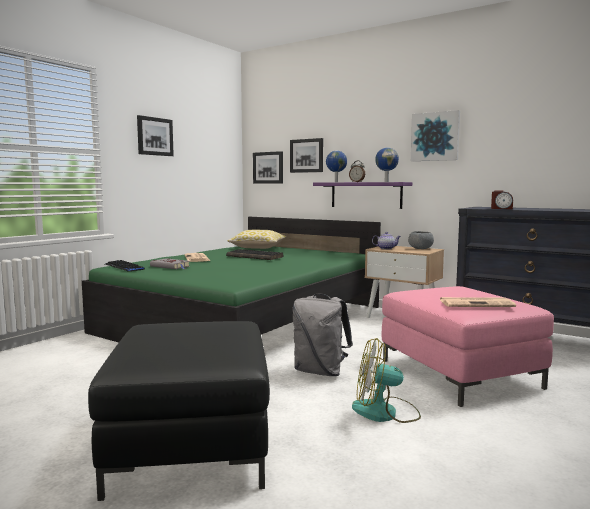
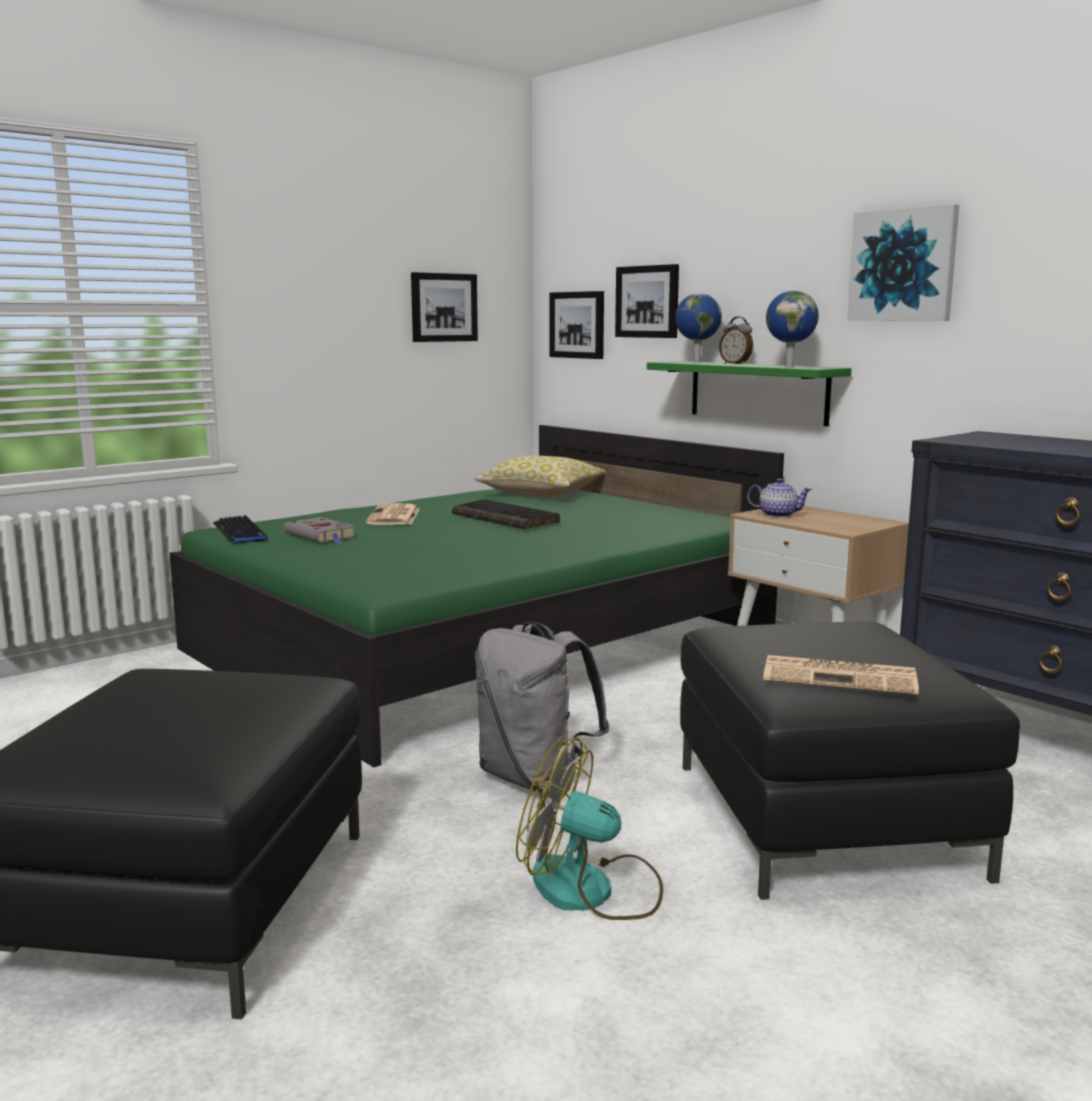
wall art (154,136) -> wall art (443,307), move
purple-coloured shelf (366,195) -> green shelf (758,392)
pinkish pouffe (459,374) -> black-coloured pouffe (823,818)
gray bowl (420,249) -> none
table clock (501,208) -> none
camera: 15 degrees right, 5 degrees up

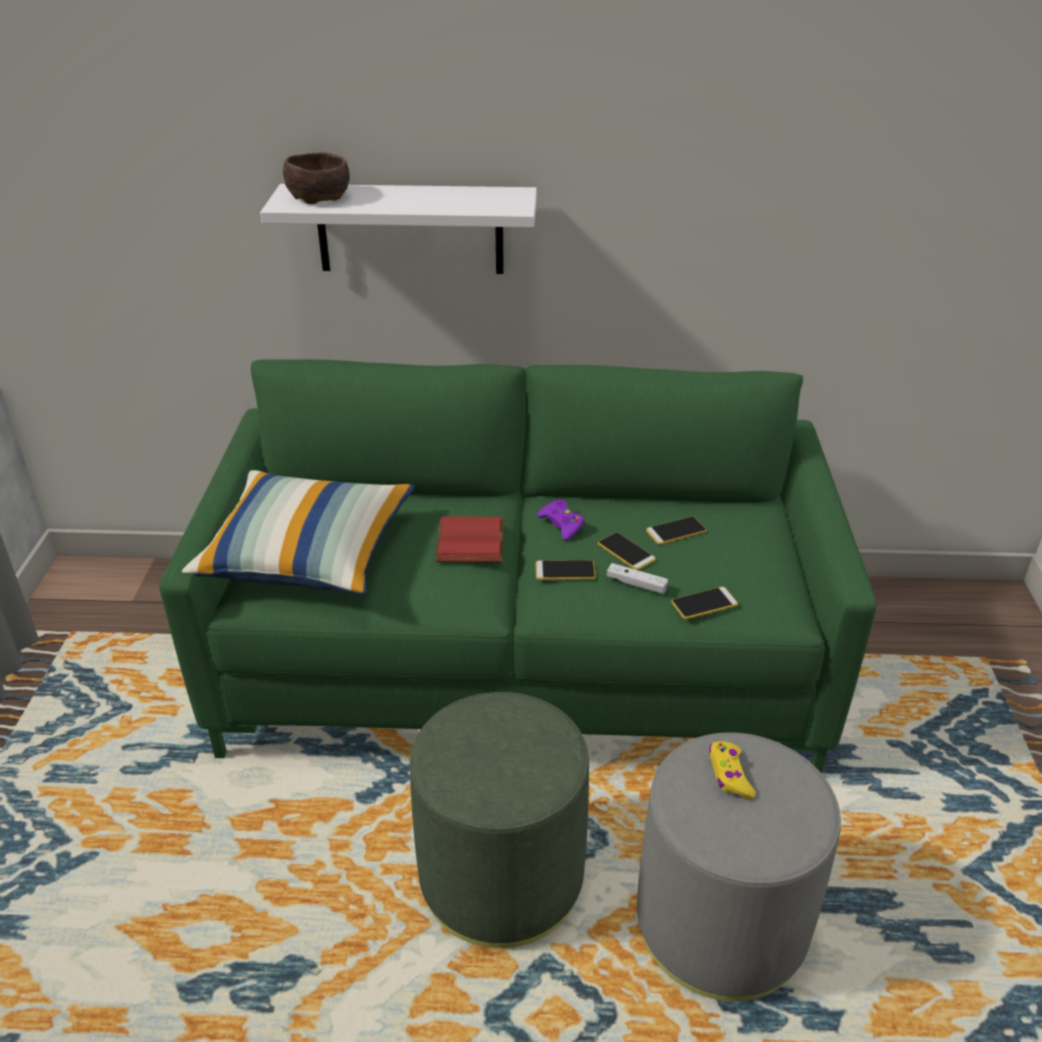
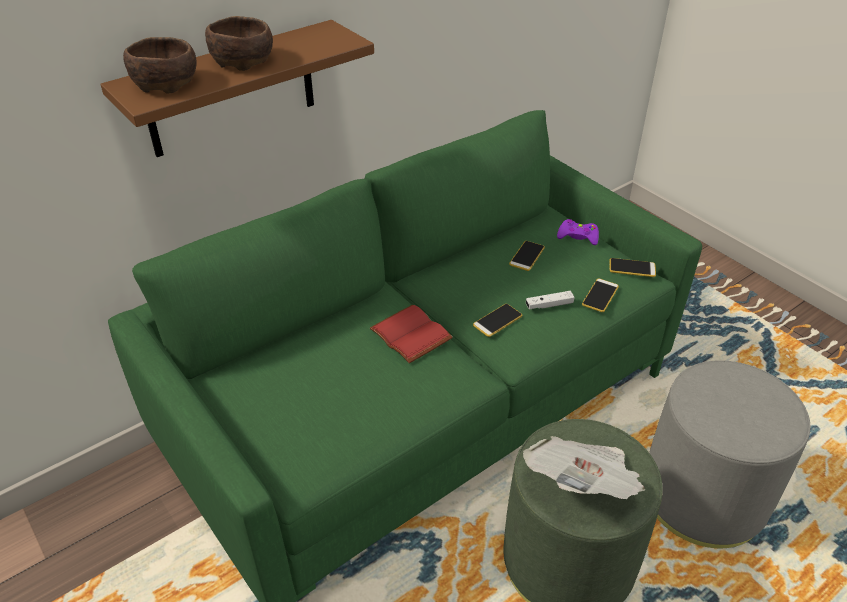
pillow (308,554) -> none
white shelf (410,229) -> brown-coloured shelf (231,90)
purple-coloured gamepad (561,524) -> purple-coloured gamepad (578,236), move
handset (626,552) -> handset (632,268), move
yellow-coloured gamepad (729,775) -> none
none -> brown-coloured bowl (243,60)
none -> daily paper (582,484)
camera: 40 degrees left, 5 degrees up

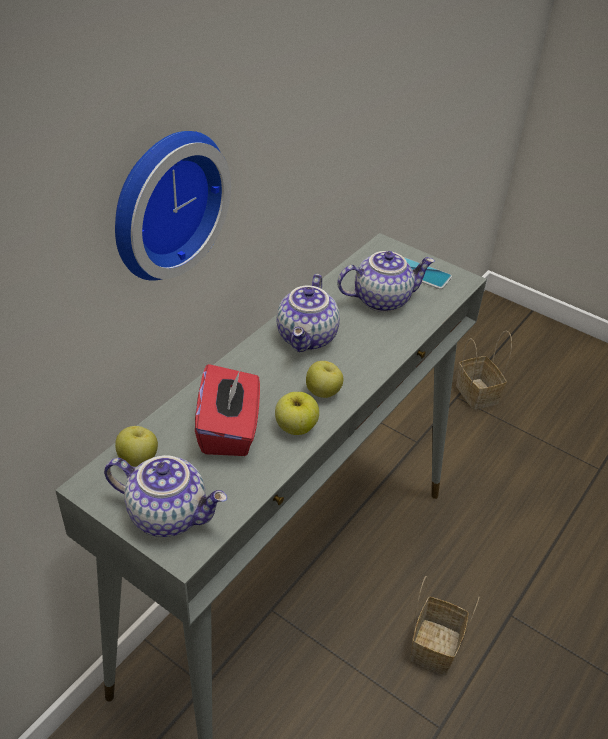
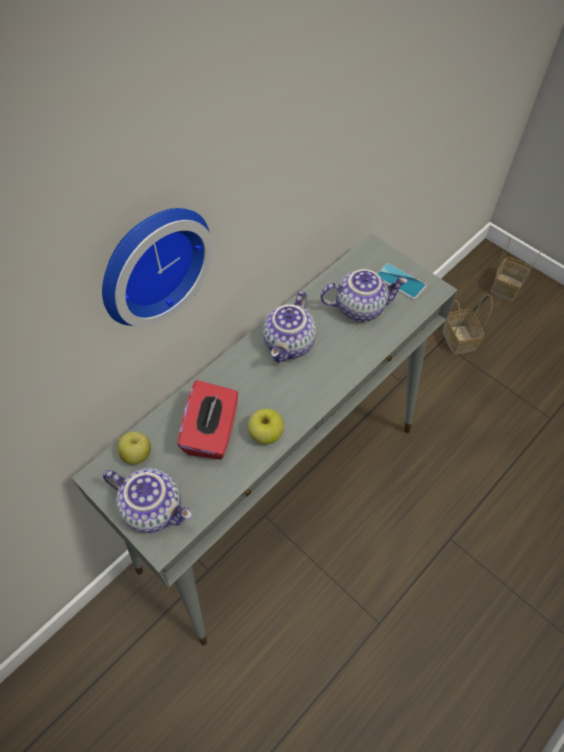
apple (323,392) -> none
storage basket (434,644) -> storage basket (505,286), move
camera: 10 degrees right, 15 degrees up

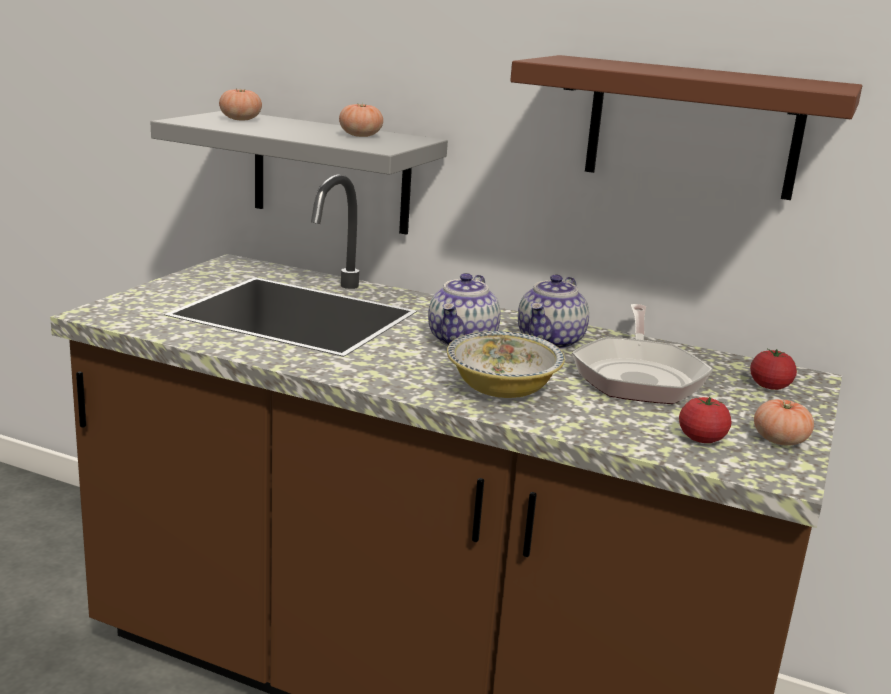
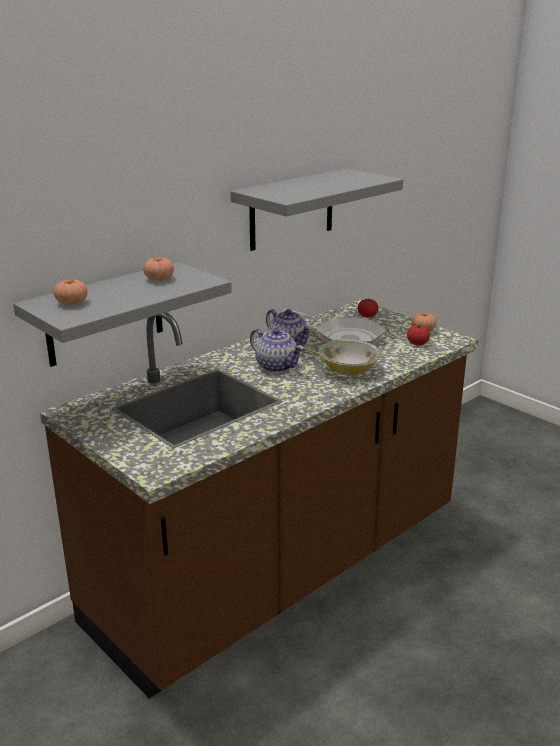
brown-coloured shelf (693,128) -> gray shelf (292,209)
camera: 65 degrees left, 5 degrees up

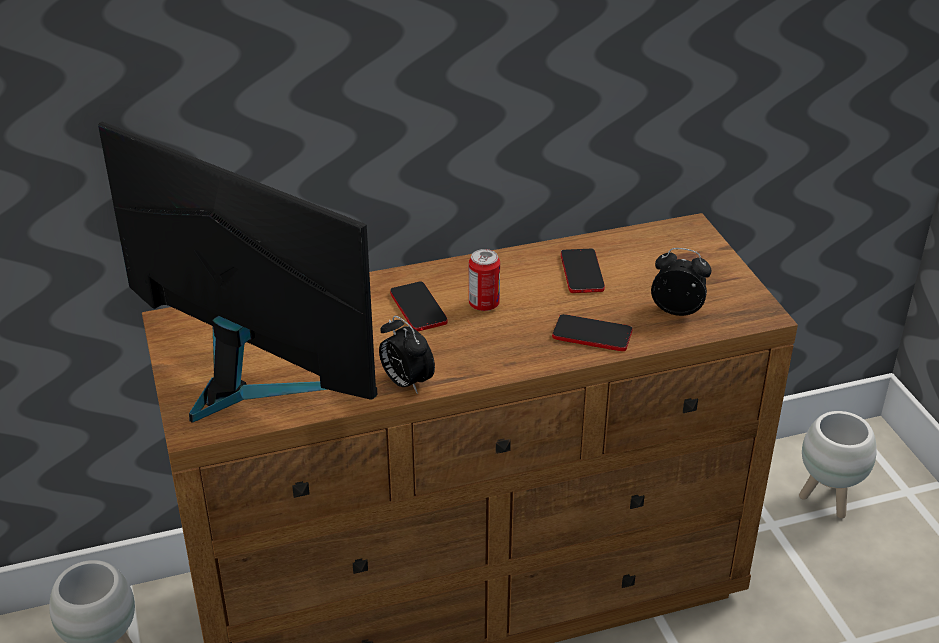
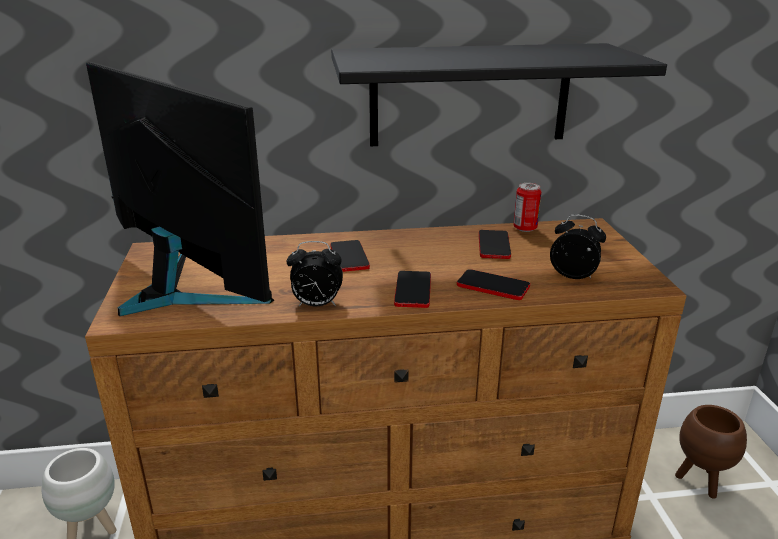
table clock (406,382) -> table clock (316,305), 60 degrees counterclockwise
sealed can (484,304) -> sealed can (525,228), move
white planter (828,500) -> brown-coloured planter (700,482)
none -> black-coloured shelf (470,95)
none -> handset (413,290)
camera: 10 degrees right, 10 degrees down

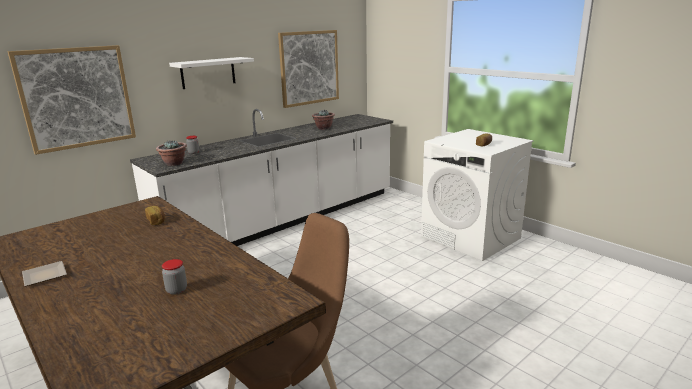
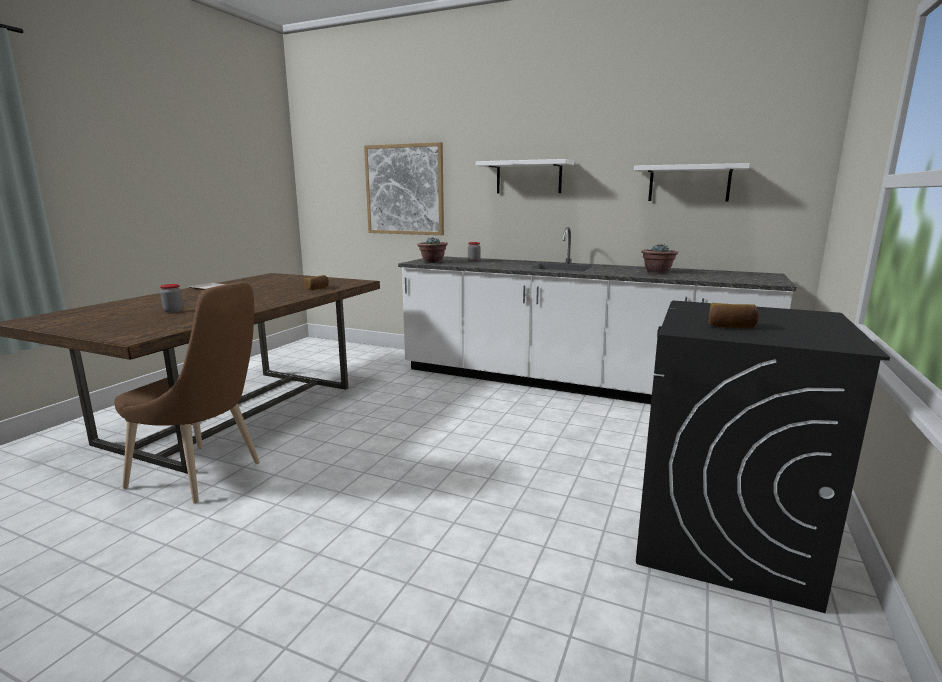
wall art (309,68) -> white shelf (689,183)
white laundry machine (471,237) -> black-coloured laundry machine (723,536)
camera: 65 degrees right, 5 degrees down

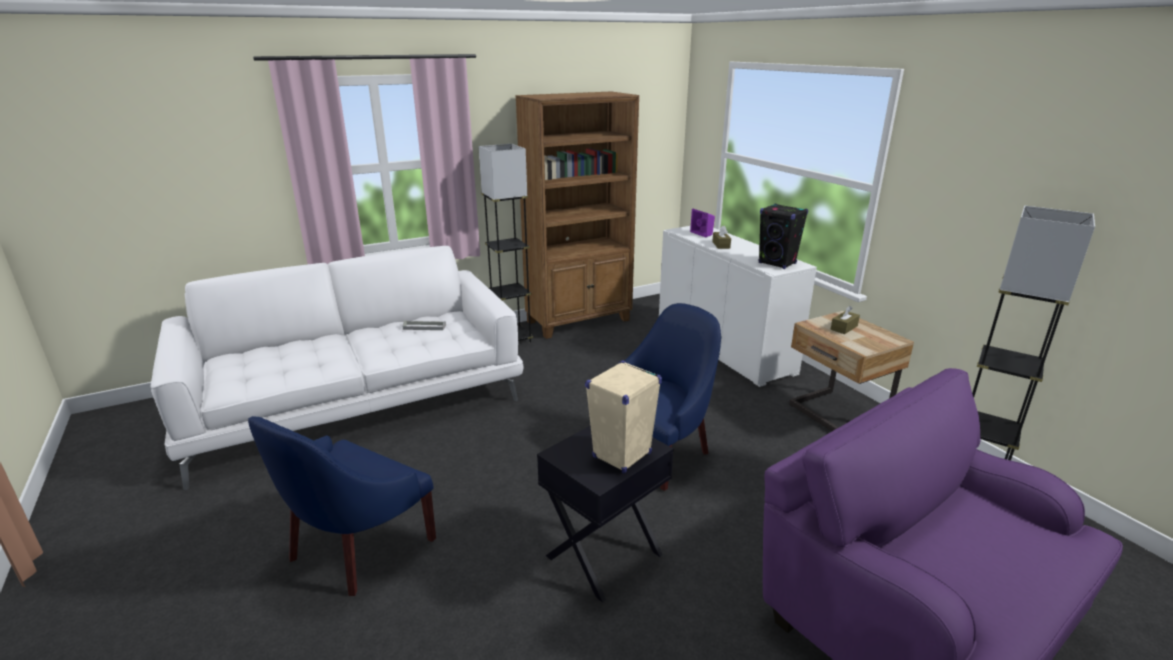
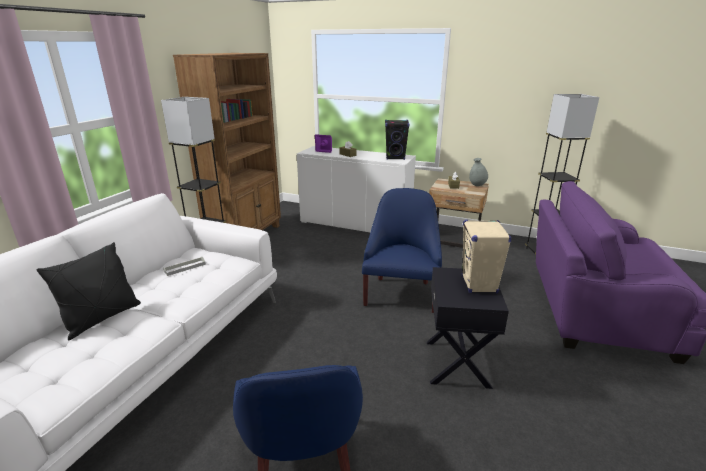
none -> black-coloured pillow (102,318)
none -> gray vase (477,185)
camera: 40 degrees left, 0 degrees up

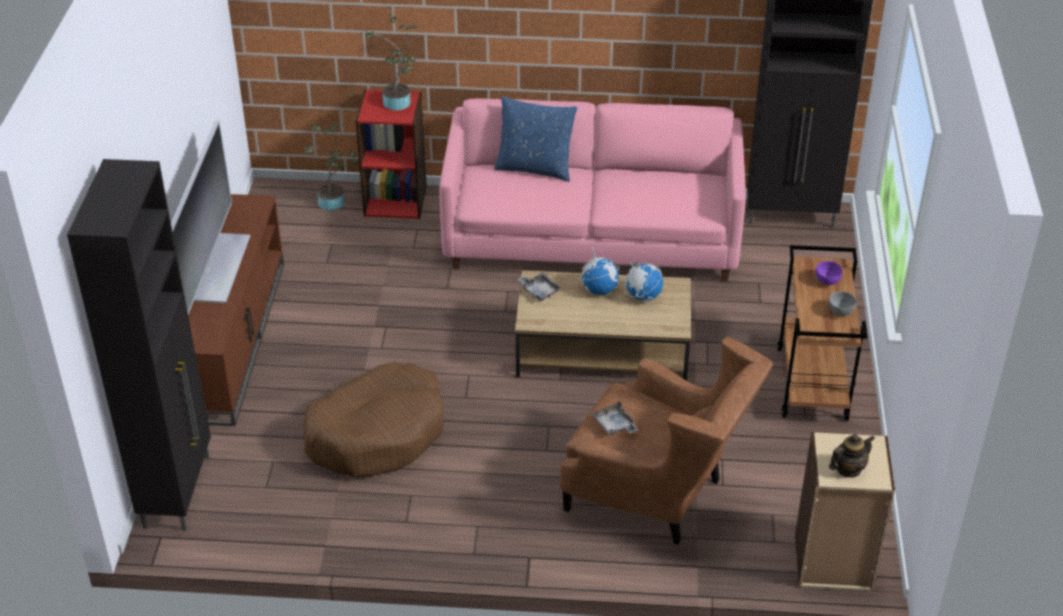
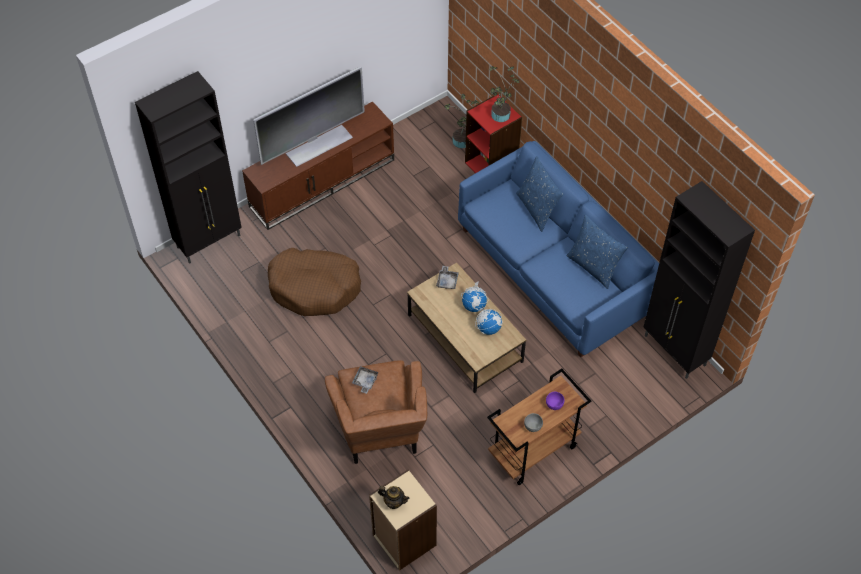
pinkish couch (592,235) -> blue couch (555,270)
none -> blue pillow (593,267)
camera: 50 degrees right, 15 degrees up

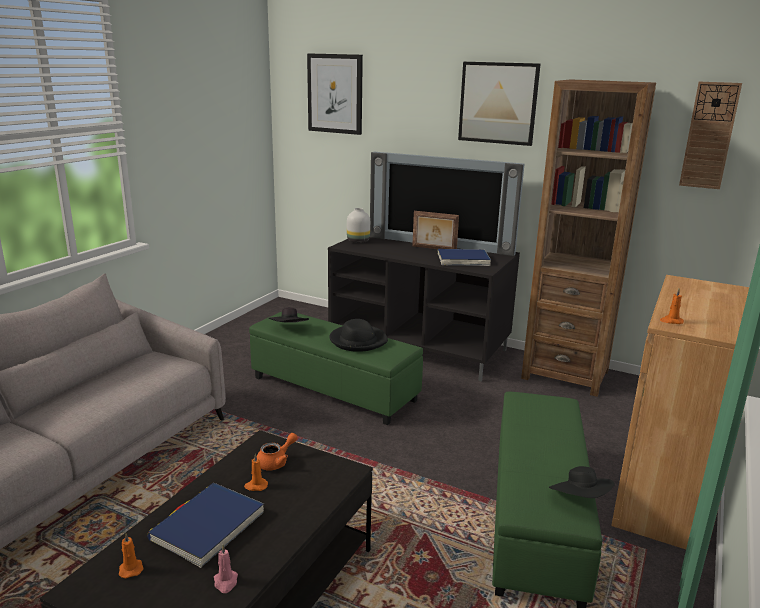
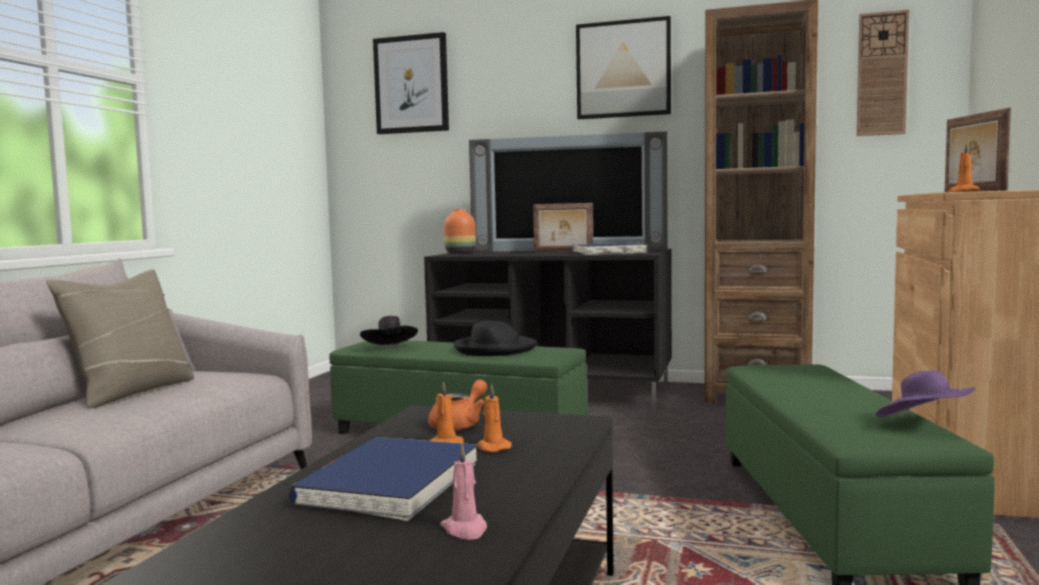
orangey candle (131,568) -> orangey candle (492,447), move
white vase (358,241) -> orangey vase (460,253)
black-coloured hat (580,500) -> purple-coloured hat (924,425)
none -> beige pillow (131,392)
none -> standing frame (972,191)
camera: 10 degrees left, 15 degrees down

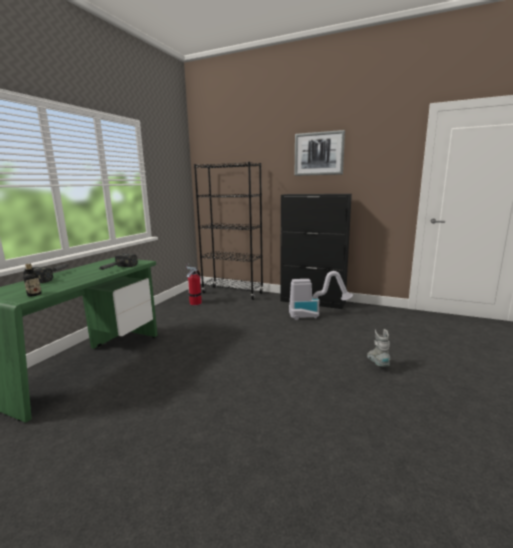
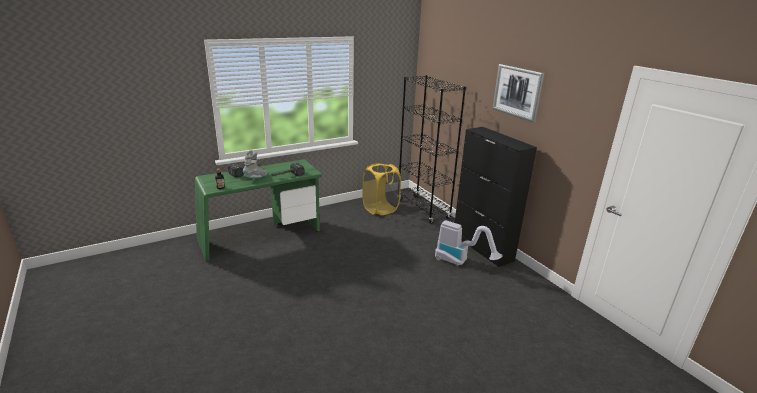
fire-fighting cylinder (195,303) -> yellow-coloured hamper (380,209)
gray boot (377,364) -> gray boot (256,178), move
camera: 35 degrees right, 10 degrees up

